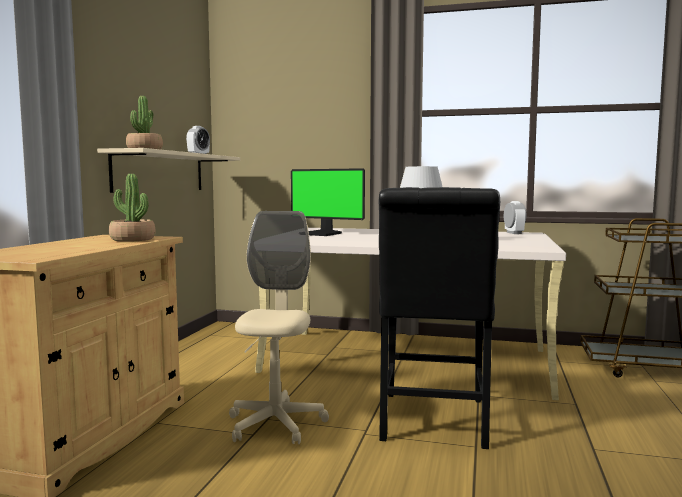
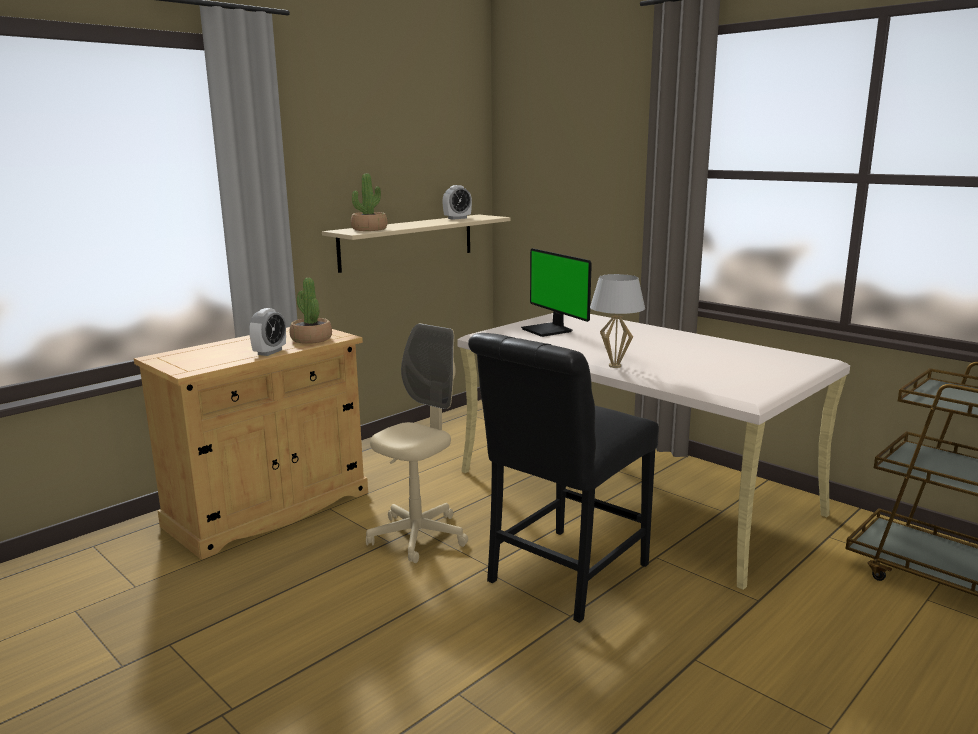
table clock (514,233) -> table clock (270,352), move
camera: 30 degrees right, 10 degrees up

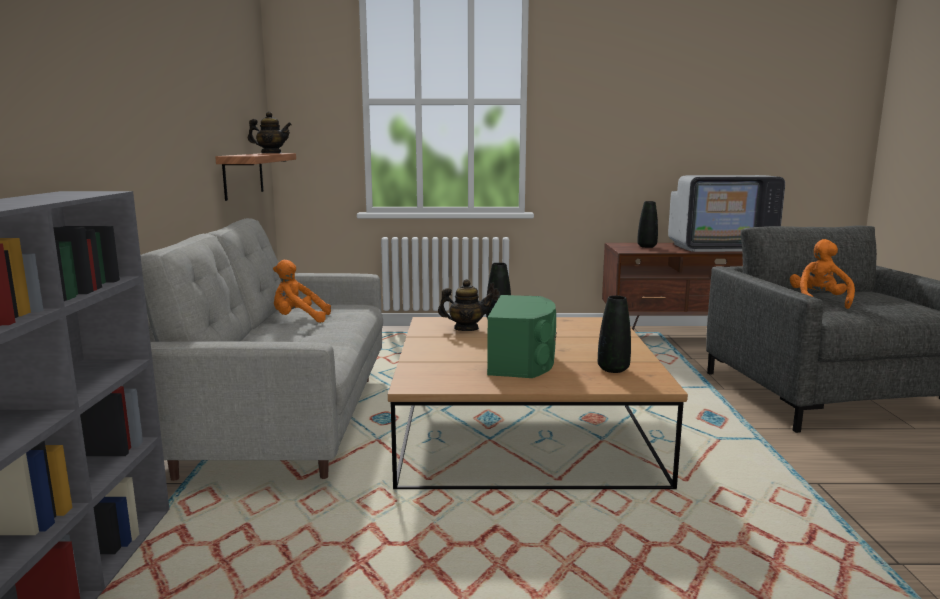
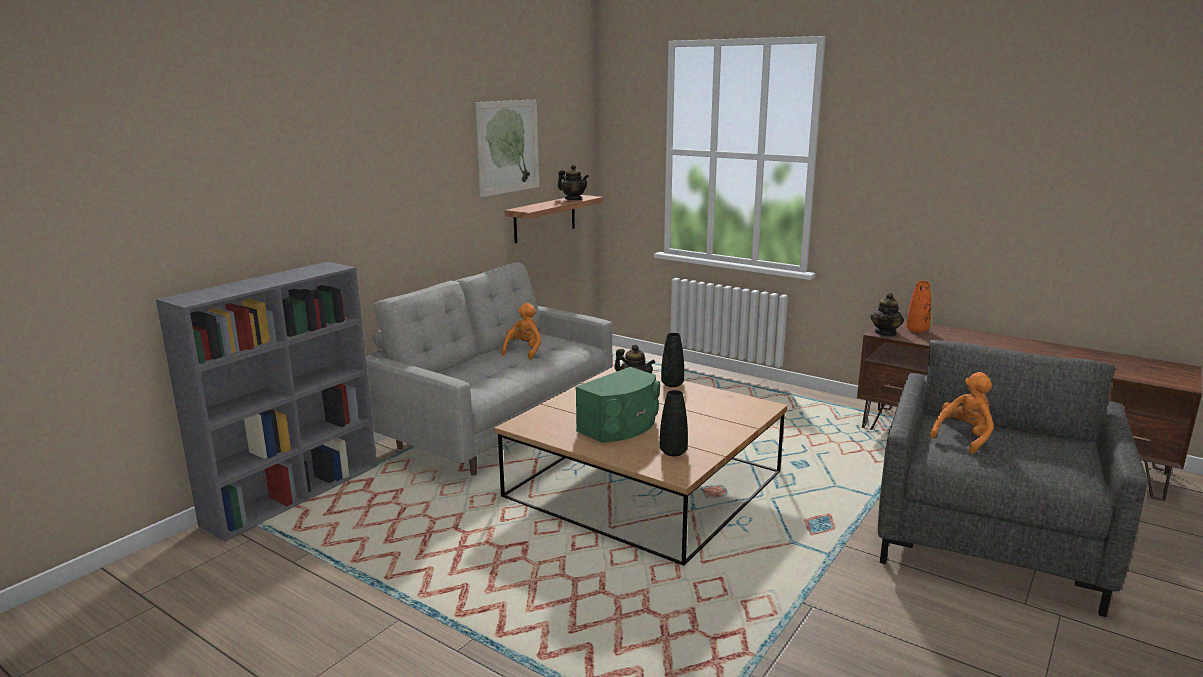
orangey plush toy (298,319) -> orangey plush toy (524,351), 75 degrees clockwise
black-coloured vase (647,246) -> orangey vase (917,330)
television (720,247) -> none
none -> wall art (508,147)
none -> pot for tea (885,333)
camera: 35 degrees right, 5 degrees up

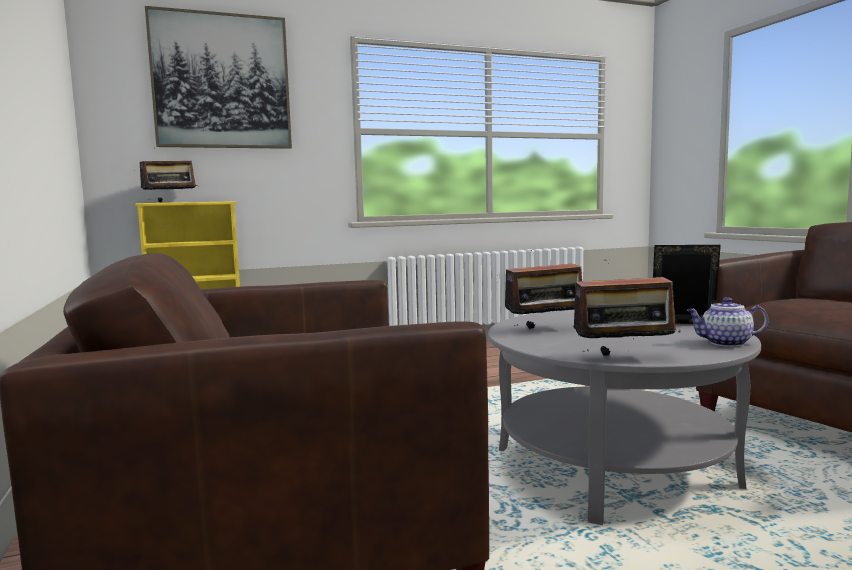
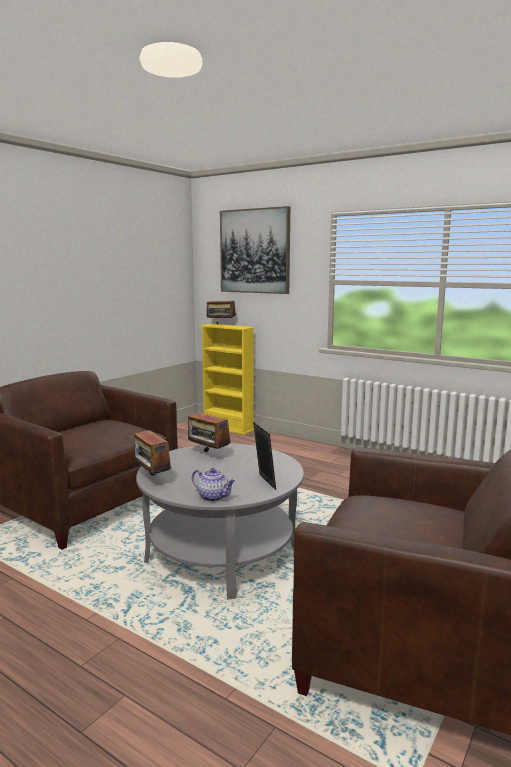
pot for tea (725,343) -> pot for tea (214,497), 150 degrees clockwise
camera: 55 degrees right, 5 degrees up

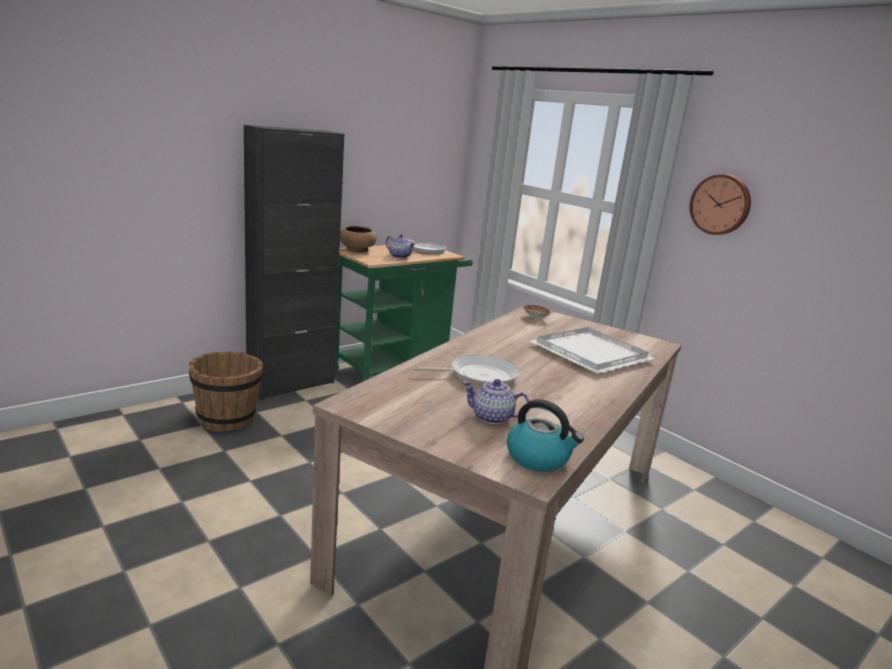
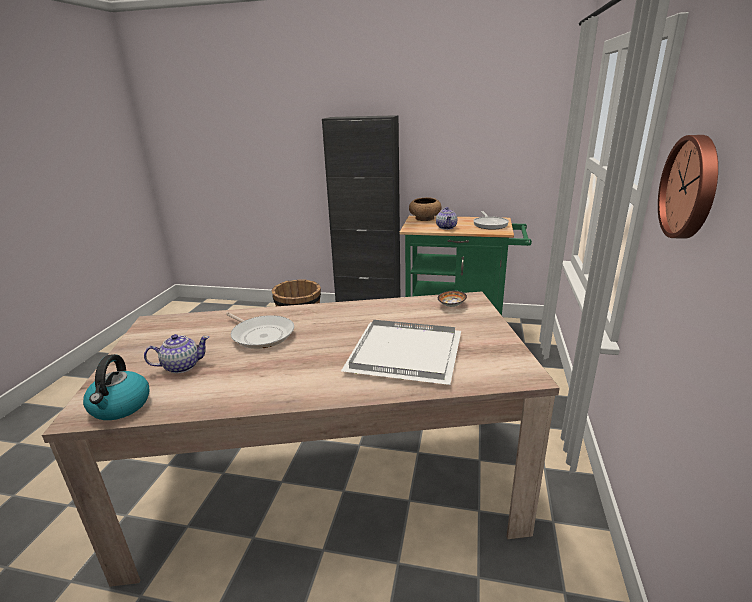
pot for tea (492,417) -> pot for tea (181,366), 90 degrees clockwise
camera: 55 degrees right, 5 degrees up

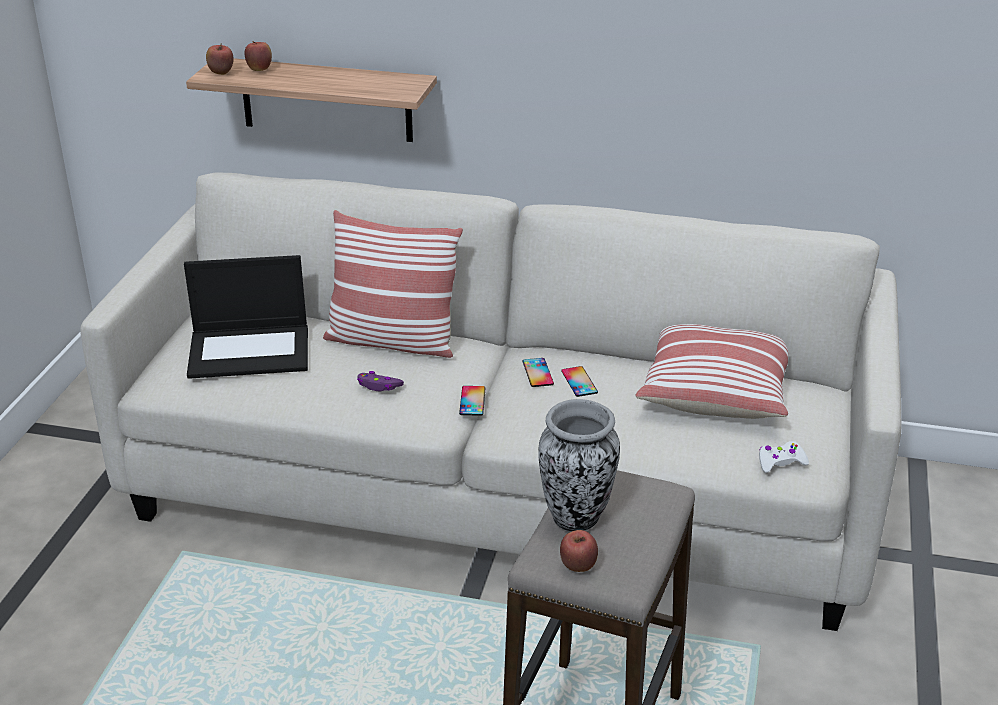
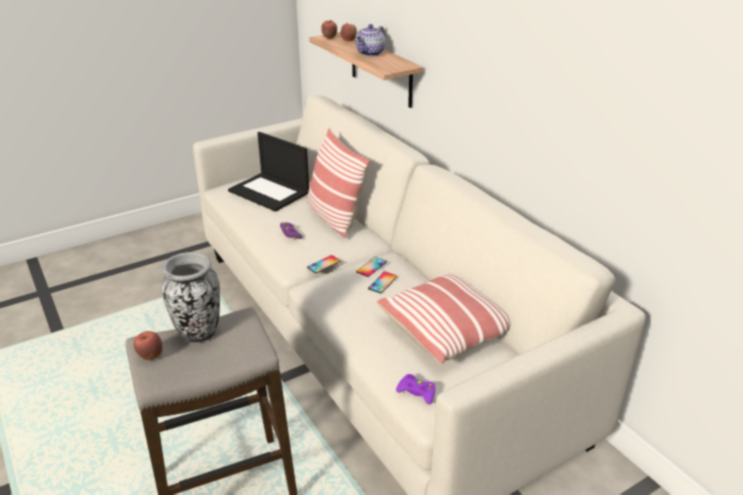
white gamepad (780,462) -> purple-coloured gamepad (416,392)
none -> pot for tea (371,53)
camera: 45 degrees right, 0 degrees up

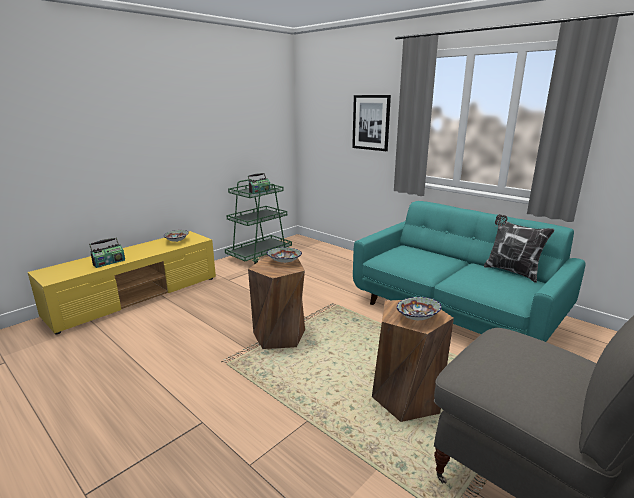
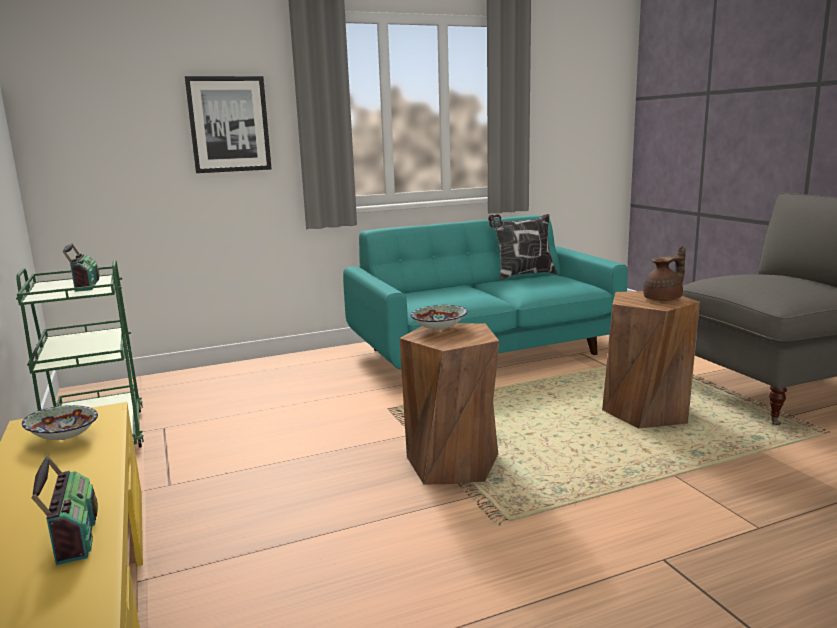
bowl (418,318) -> brown-coloured pot for tea (664,299)
camera: 65 degrees left, 5 degrees down

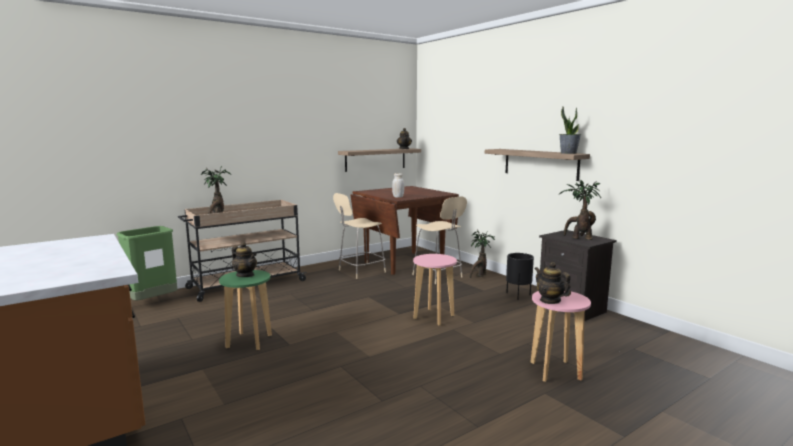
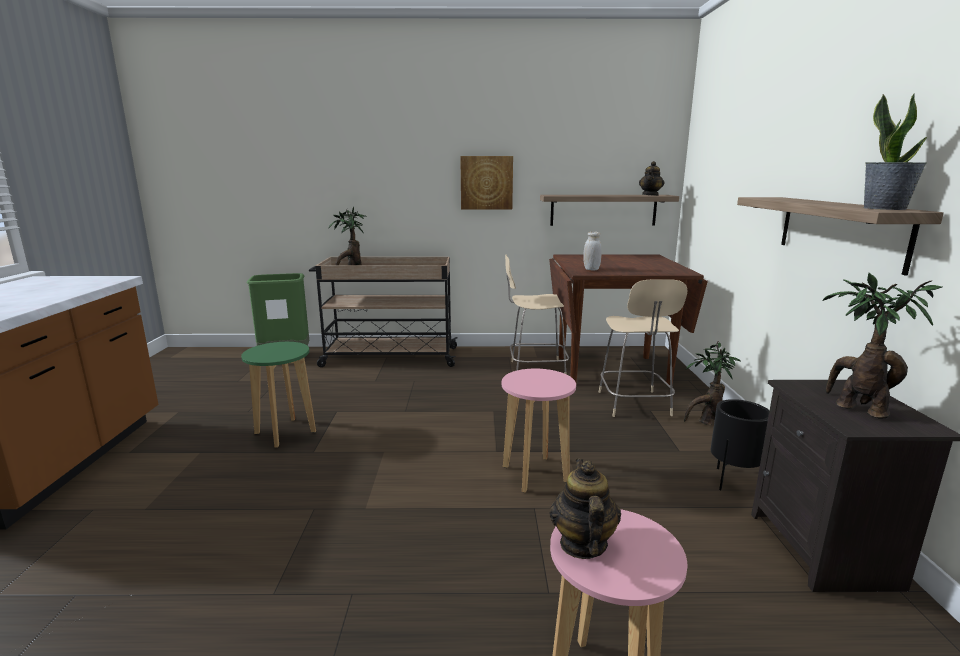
pot for tea (245,275) -> none
none -> wall art (486,182)
camera: 35 degrees right, 5 degrees up

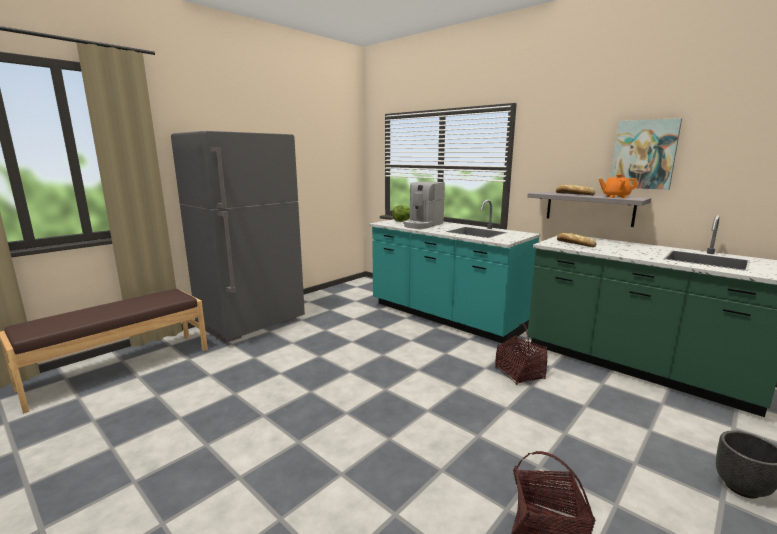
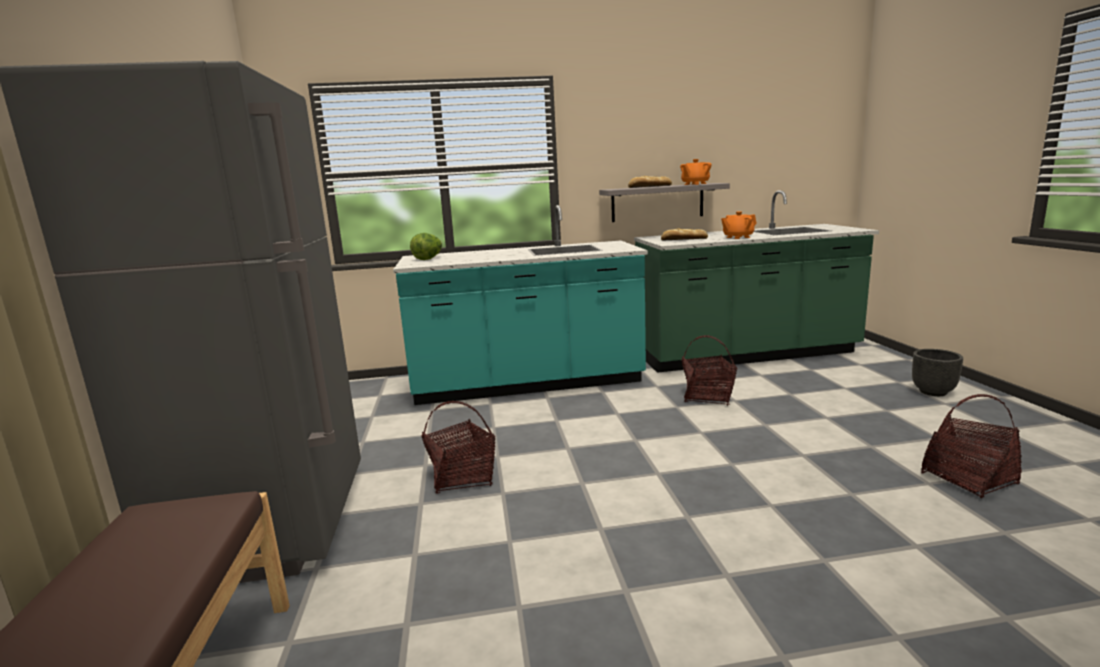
coffee machine (422,225) -> none
wall art (644,154) -> none
none -> storage basket (462,478)
none -> orangey pot for tea (737,237)
camera: 50 degrees left, 0 degrees up

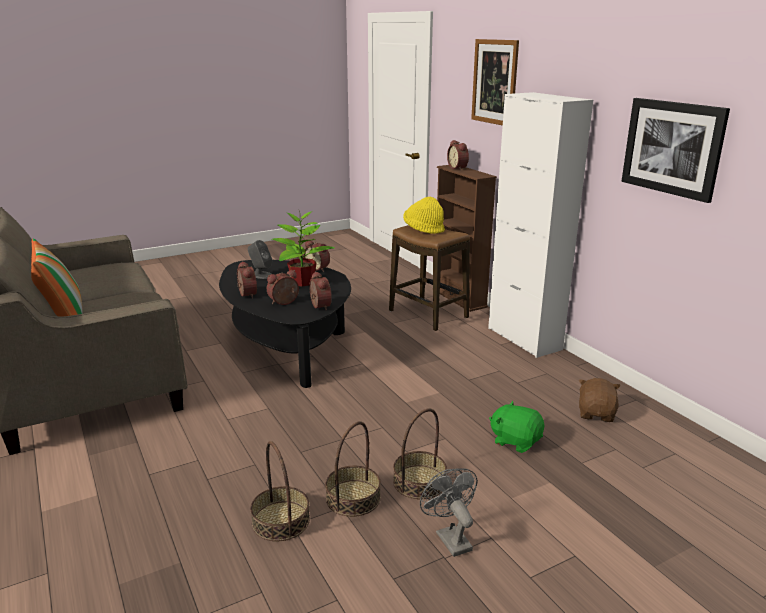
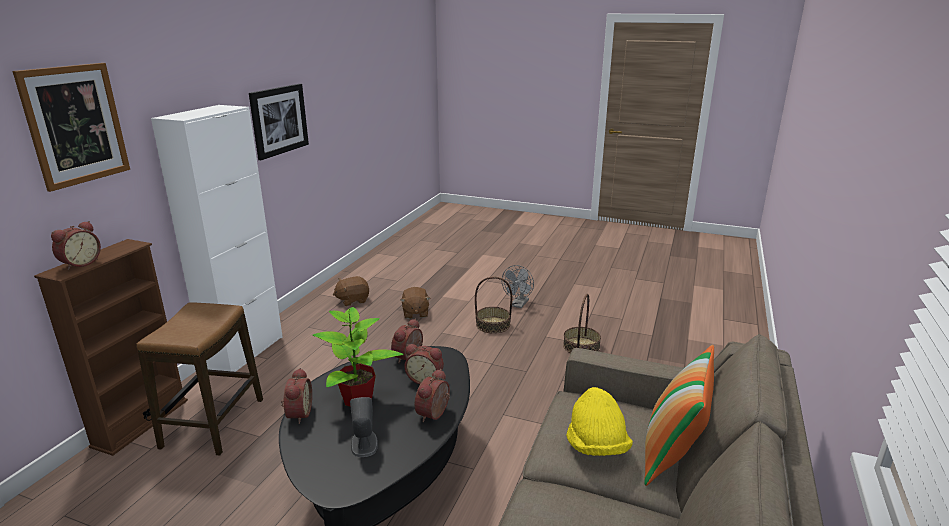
storage basket (353,498) -> none
yellow-coloured hat (423,229) -> yellow-coloured hat (596,446), move
green plush toy (515,441) -> brown-coloured plush toy (415,313)
camera: 130 degrees left, 0 degrees up

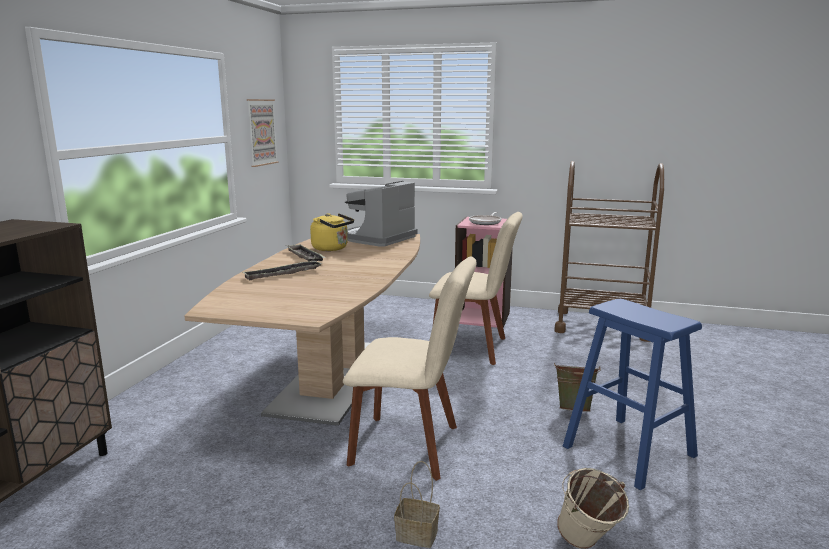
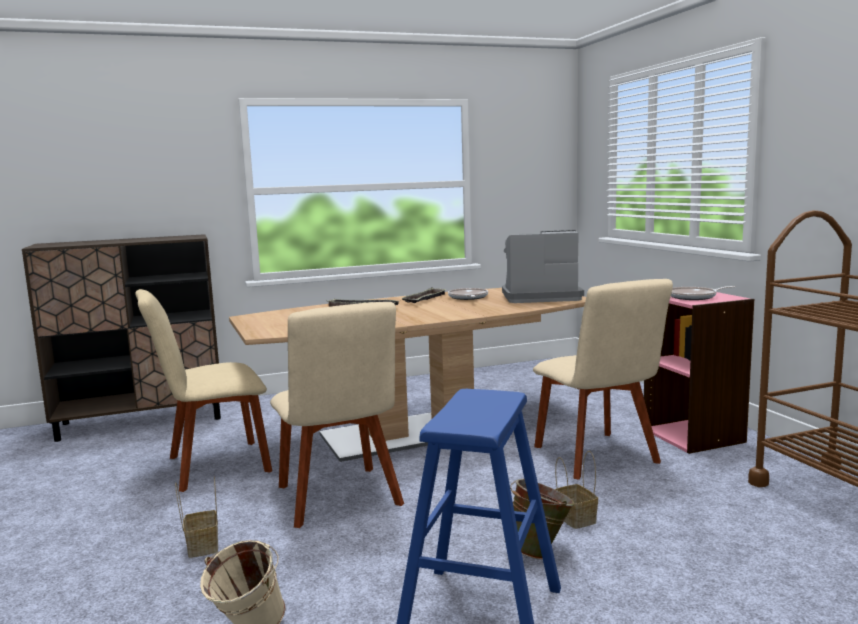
wall art (261,132) -> none
yellow-coloured kettle (332,248) -> pan (468,298)
none -> beige upright chair (212,466)
none -> storage basket (574,518)
camera: 55 degrees right, 5 degrees down

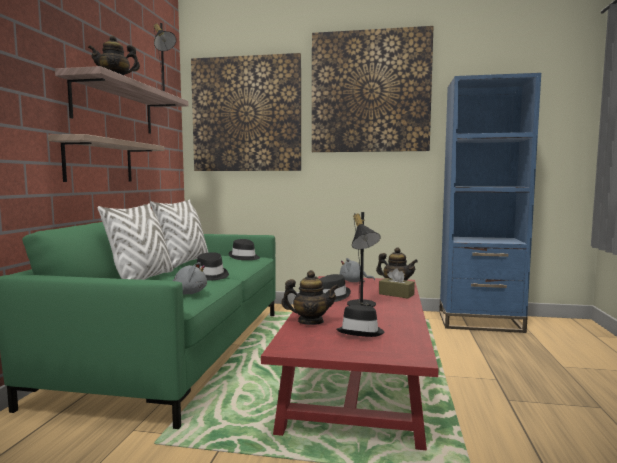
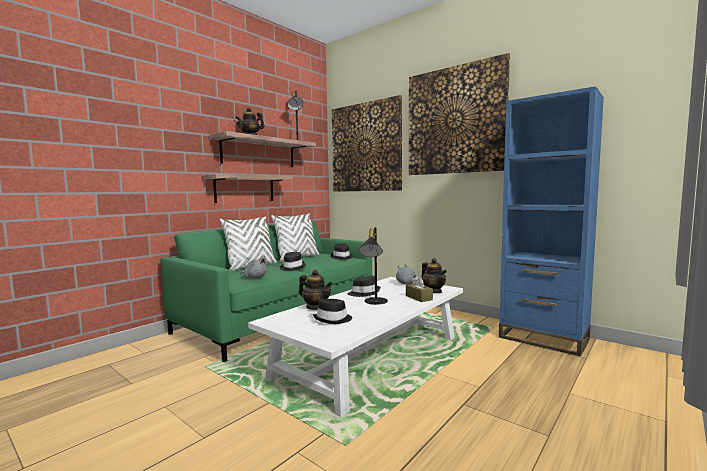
reddish coffee table (356,374) -> white coffee table (370,356)
camera: 30 degrees right, 0 degrees up

